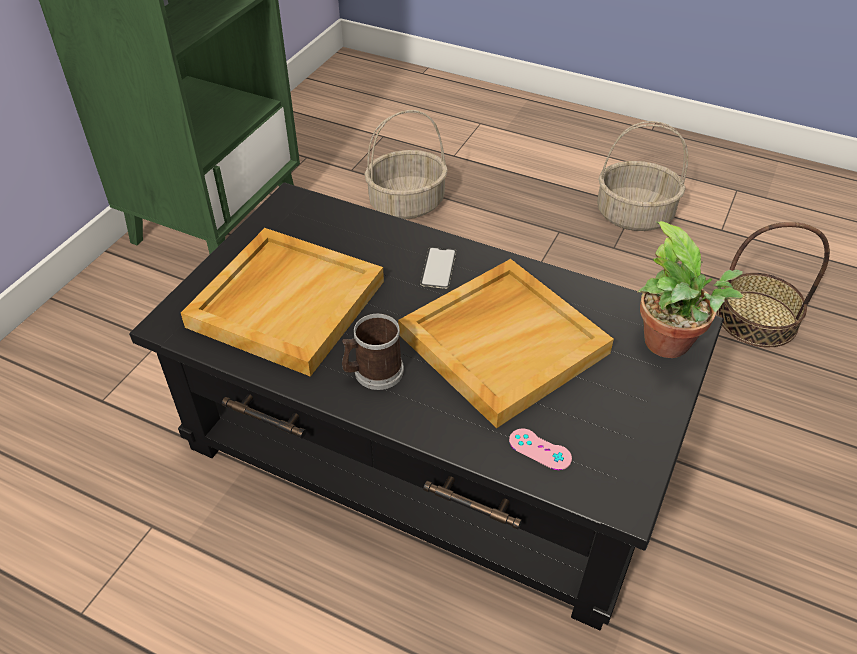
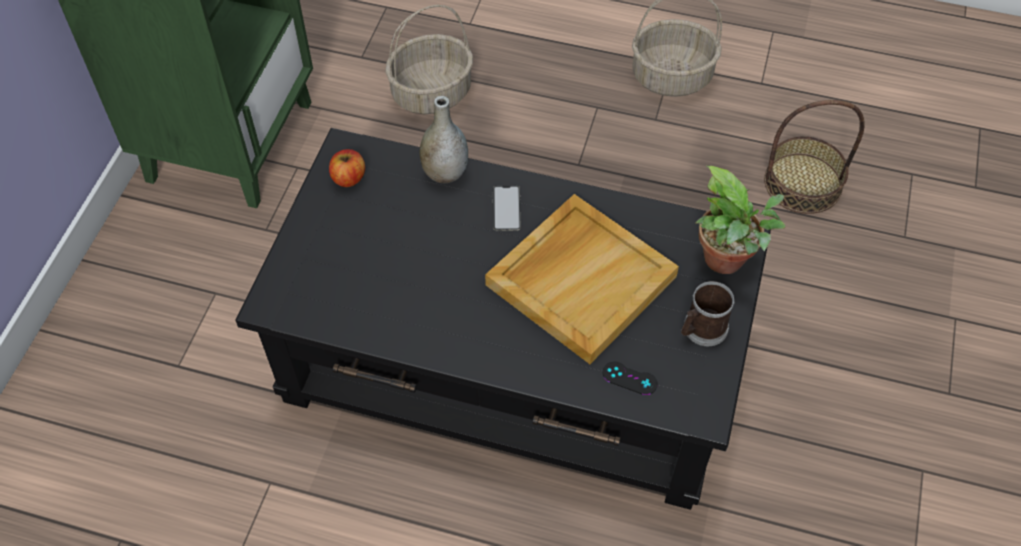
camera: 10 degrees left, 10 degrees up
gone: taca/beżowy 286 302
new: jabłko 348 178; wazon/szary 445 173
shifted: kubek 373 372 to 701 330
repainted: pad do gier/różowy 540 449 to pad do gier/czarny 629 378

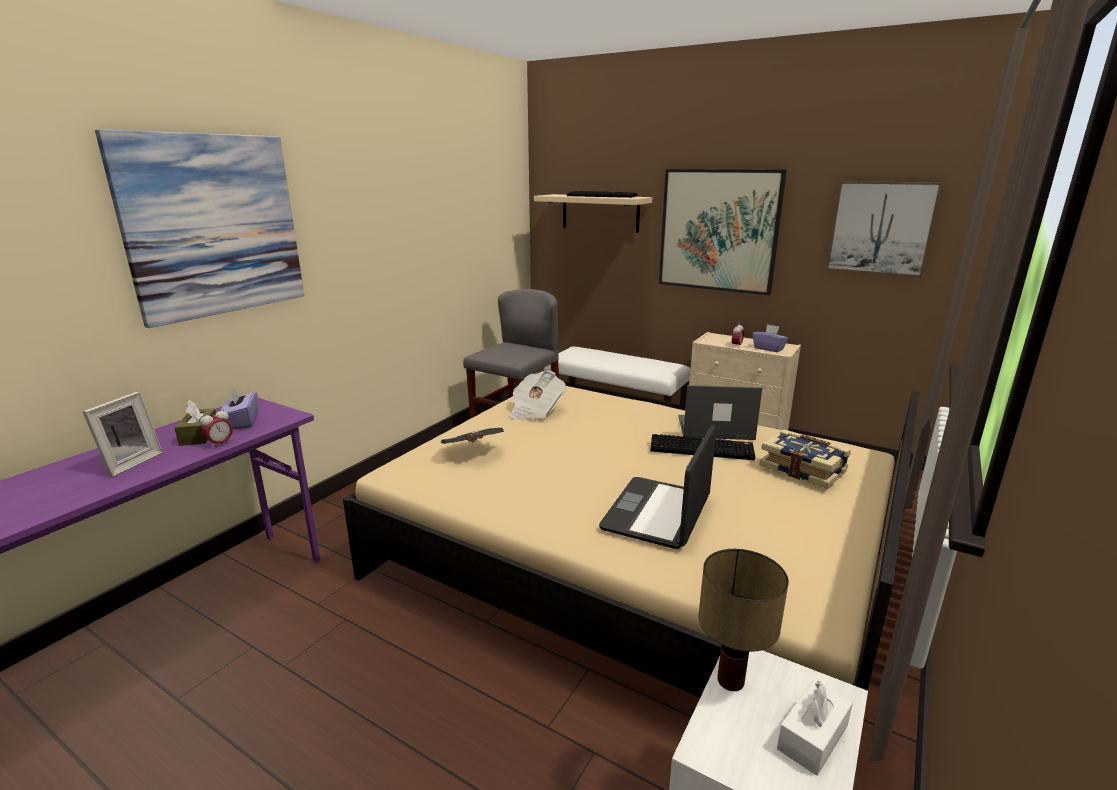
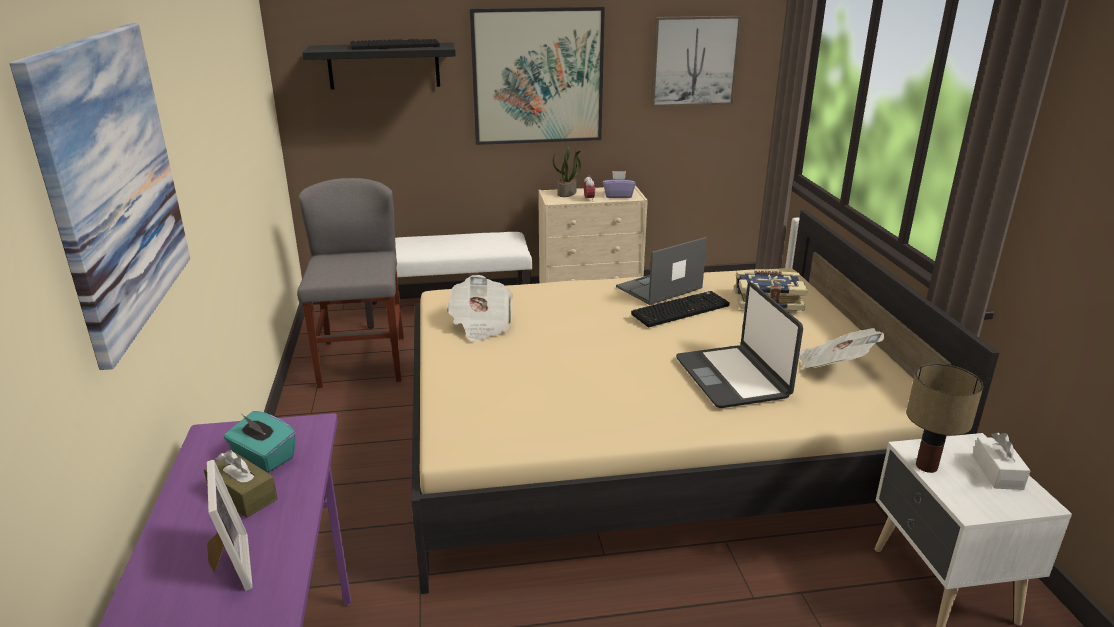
camera: 40 degrees left, 5 degrees up
gone: budzik 220 444
new: roślina doniczkowa 567 193
shifted: gazeta 472 452 to 834 366
repainted: pudełko chusteczek/fioletowy 242 422 to pudełko chusteczek/turkusowy 263 458; półka/beżowy 600 213 to półka/czarny 384 66

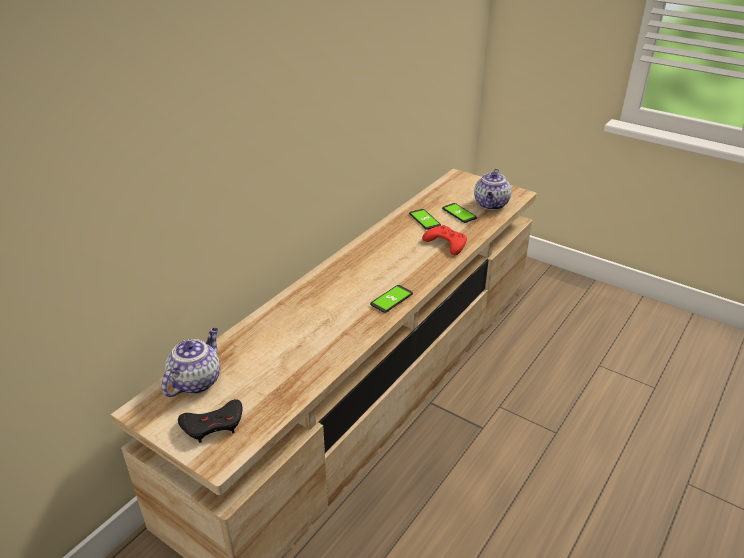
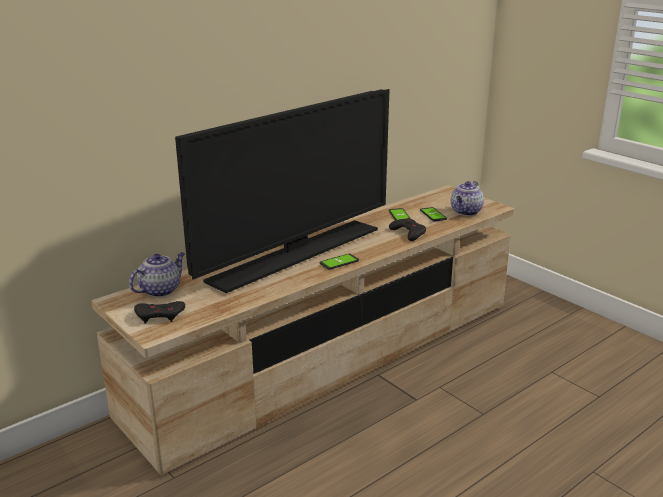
camera: 15 degrees right, 10 degrees down
new: telewizor 296 254
repainted: pad do gier/czerwony 446 243 to pad do gier/czarny 408 233

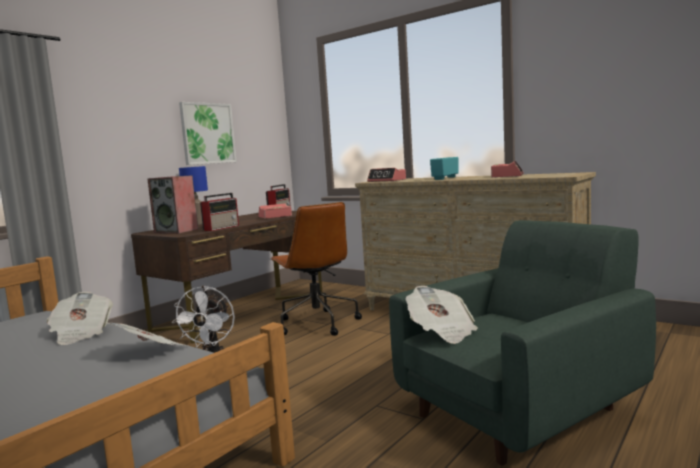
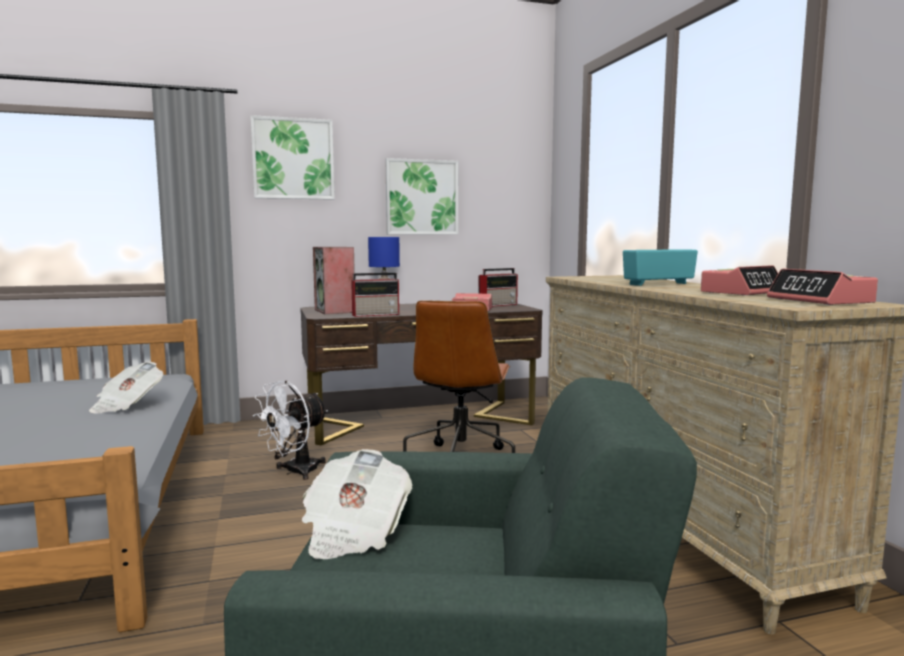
camera: 35 degrees right, 0 degrees up
gone: gazeta 150 353
new: obraz 293 159
shifted: budzik 387 180 to 820 301

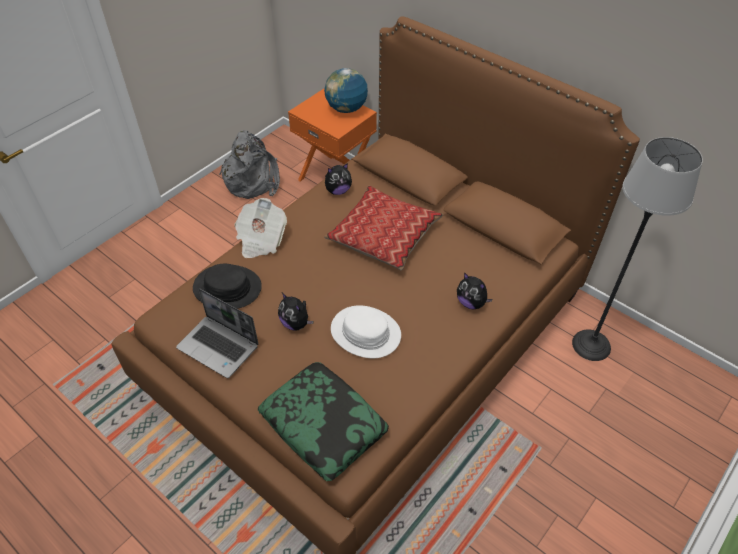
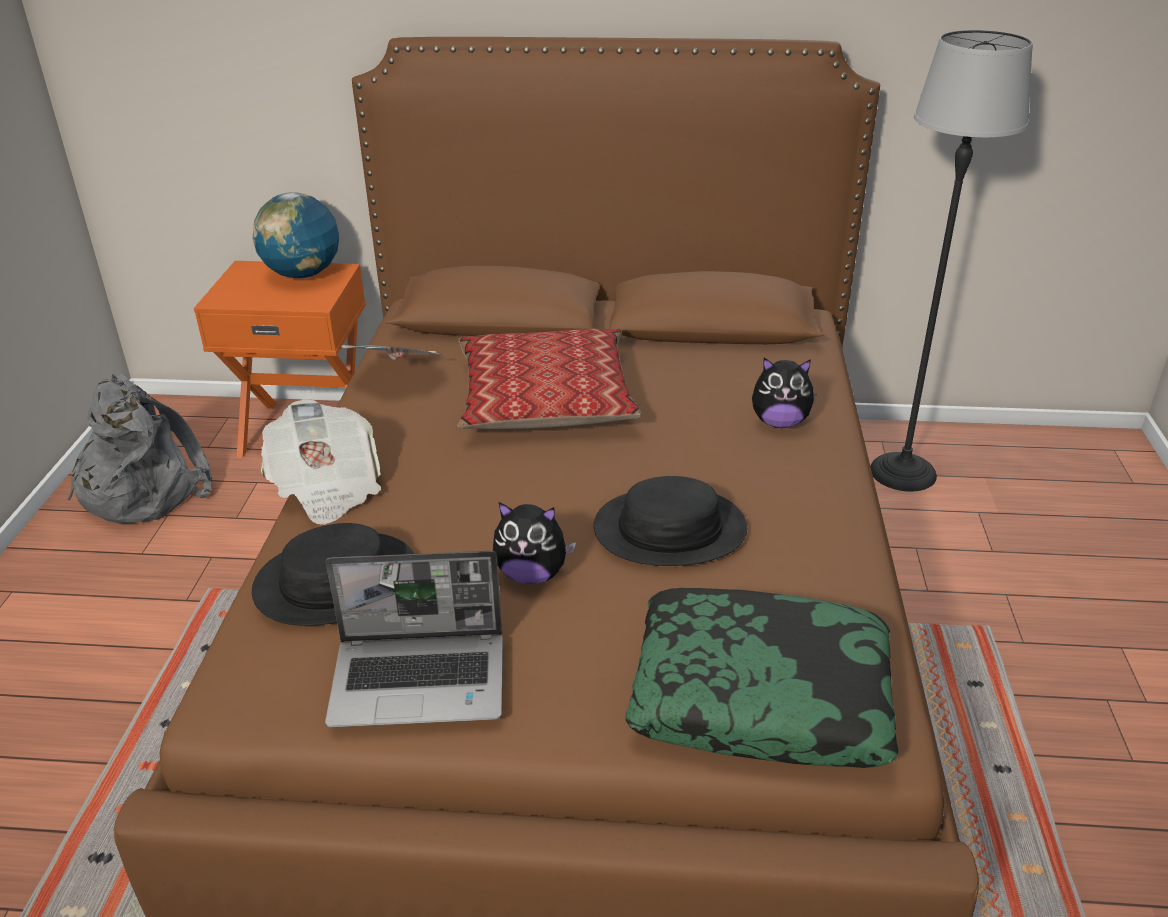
camera: 35 degrees left, 15 degrees down
swapped: pluszak 338 190 to gazeta 400 374
repainted: kapelusz/biały 365 333 to kapelusz/czarny 670 530

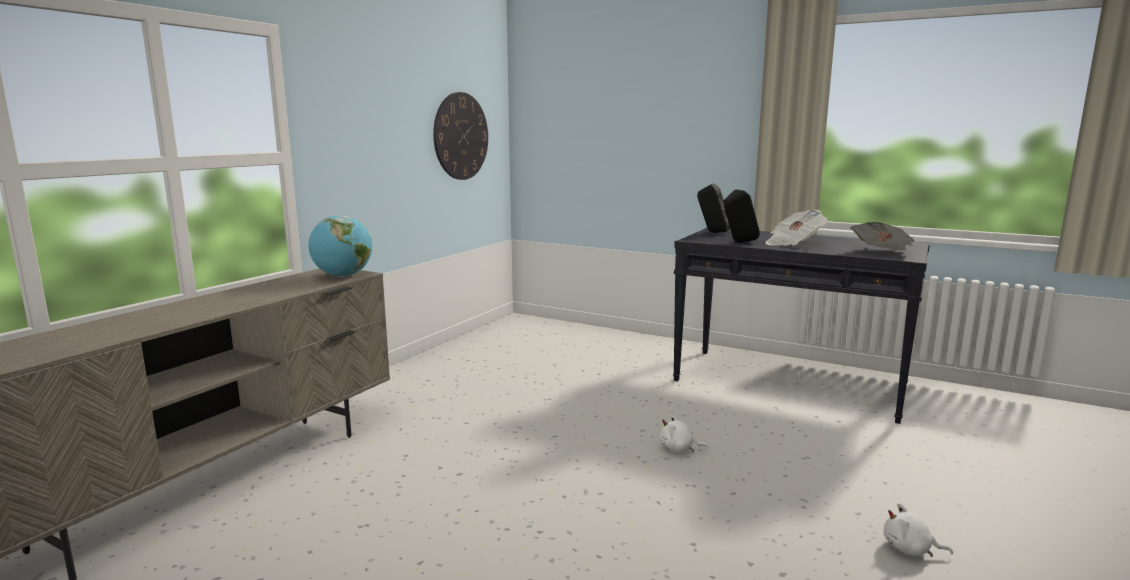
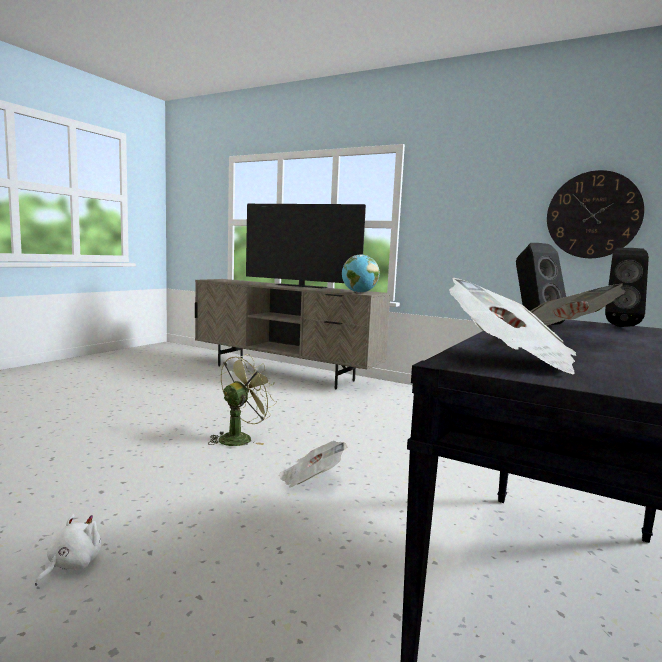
camera: 90 degrees right, 5 degrees down
new: wentylator/zielony 240 438; telewizor 301 286
swapped: pluszak/biały 679 448 to gazeta 311 480

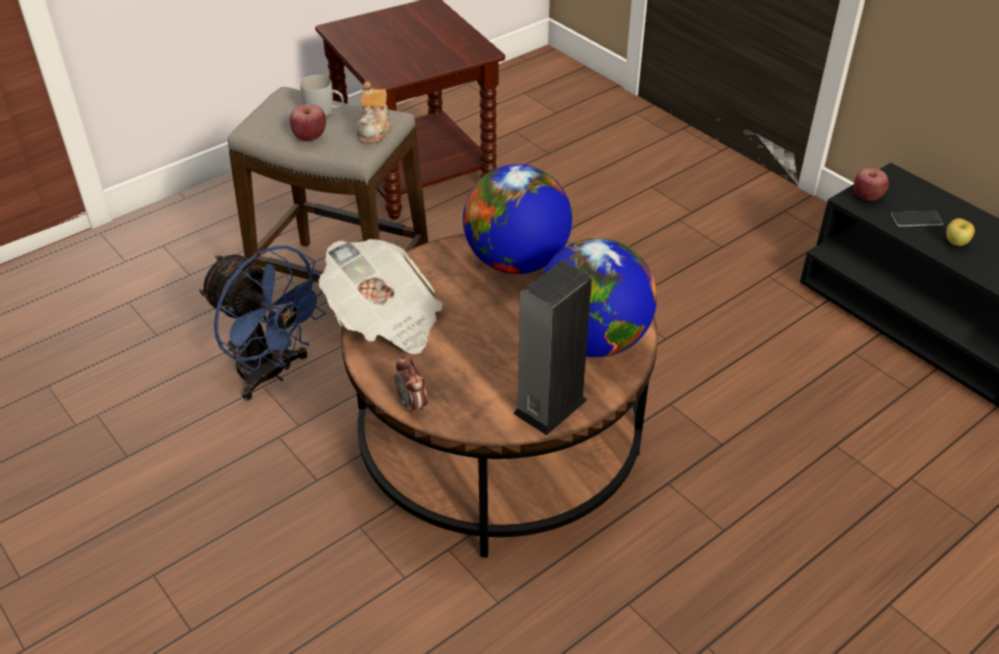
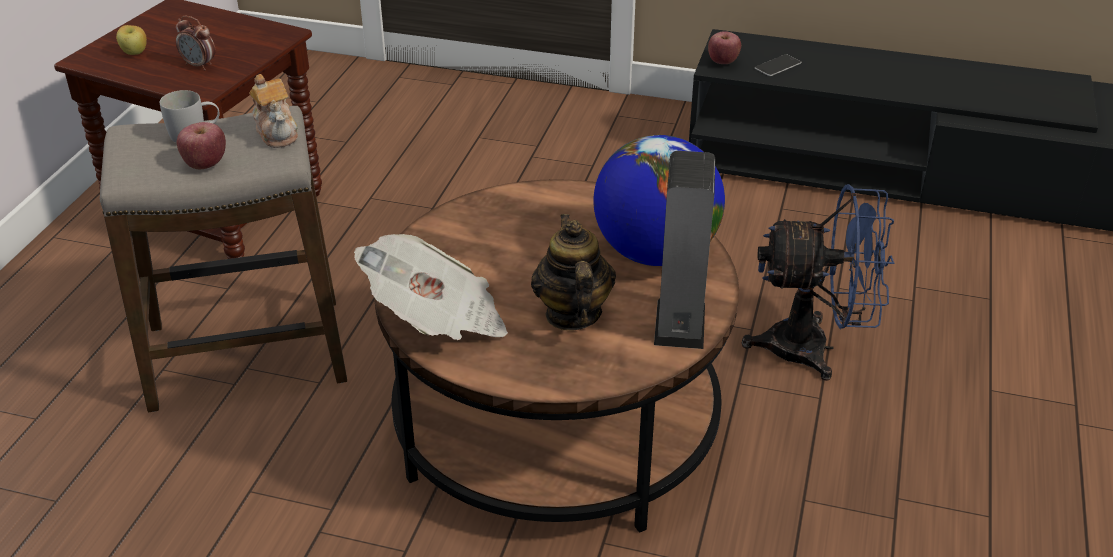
camera: 35 degrees left, 5 degrees down
gone: globus 516 261
new: imbryk 572 314
shifted: wentylator/niebieski 272 374 to 814 348; budzik 412 405 to 199 65; jabłko 956 243 to 135 53

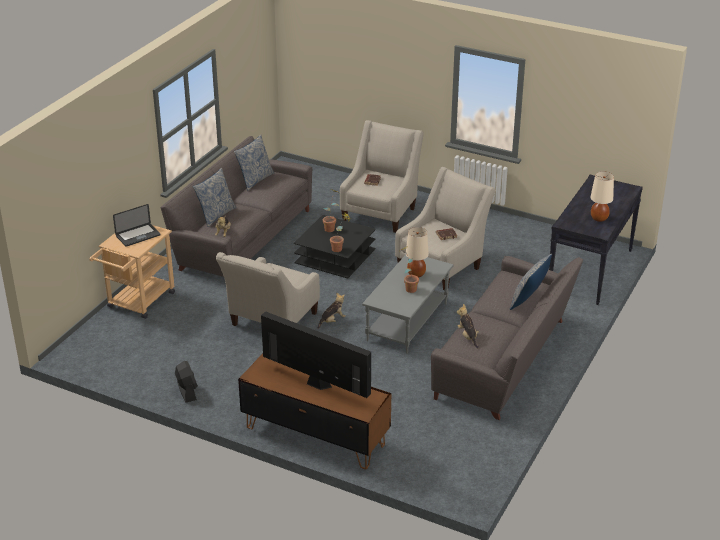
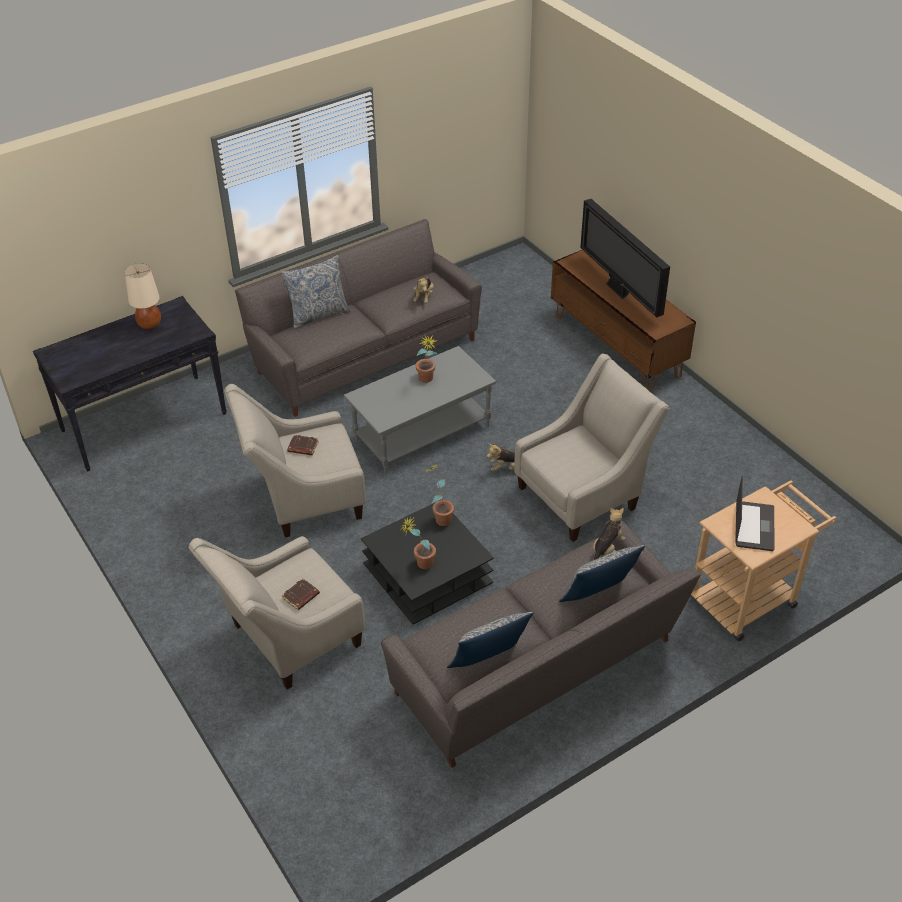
camera: 150 degrees left, 10 degrees up
gone: wentylator/czarny 187 391; lampa stołowa/beżowy 416 274
rotated: laptop 138 236 = 754 527 105 degrees clockwise

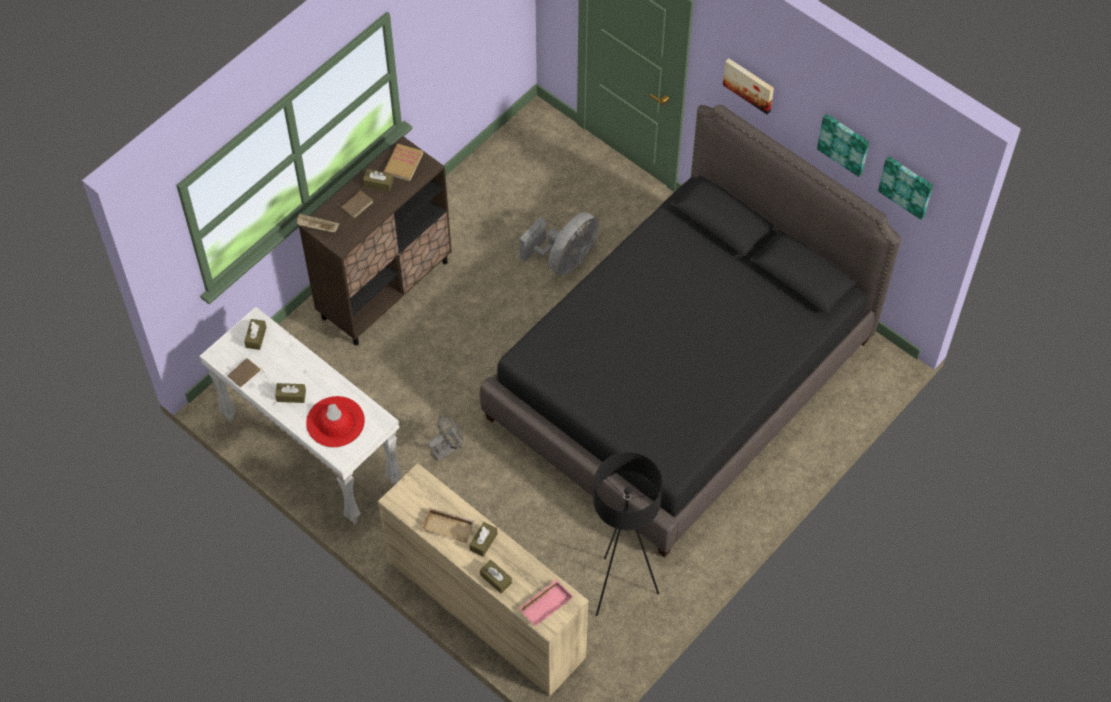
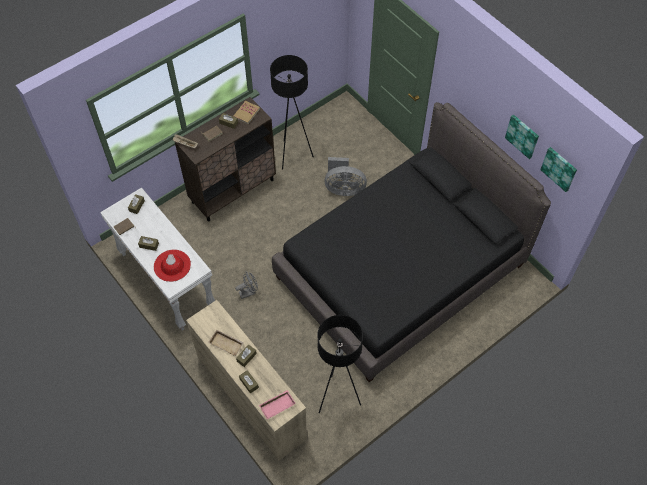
camera: 10 degrees right, 0 degrees up
gone: obraz 749 84
new: lampa stojąca/czarny 293 155
rotated: wentylator/szary 564 259 = 343 188 45 degrees clockwise

